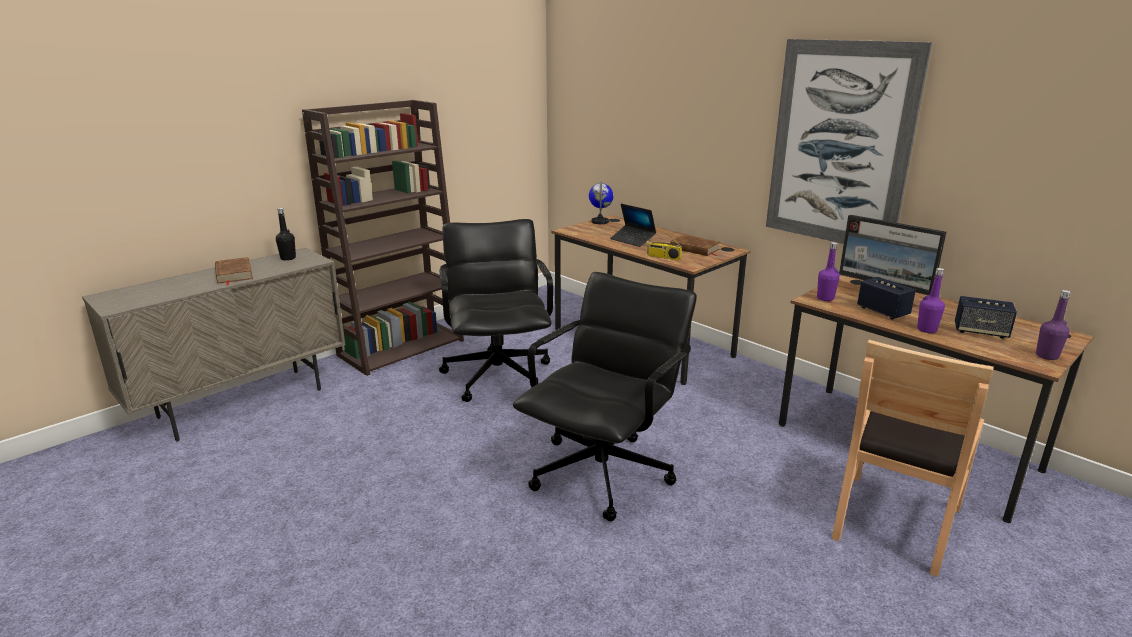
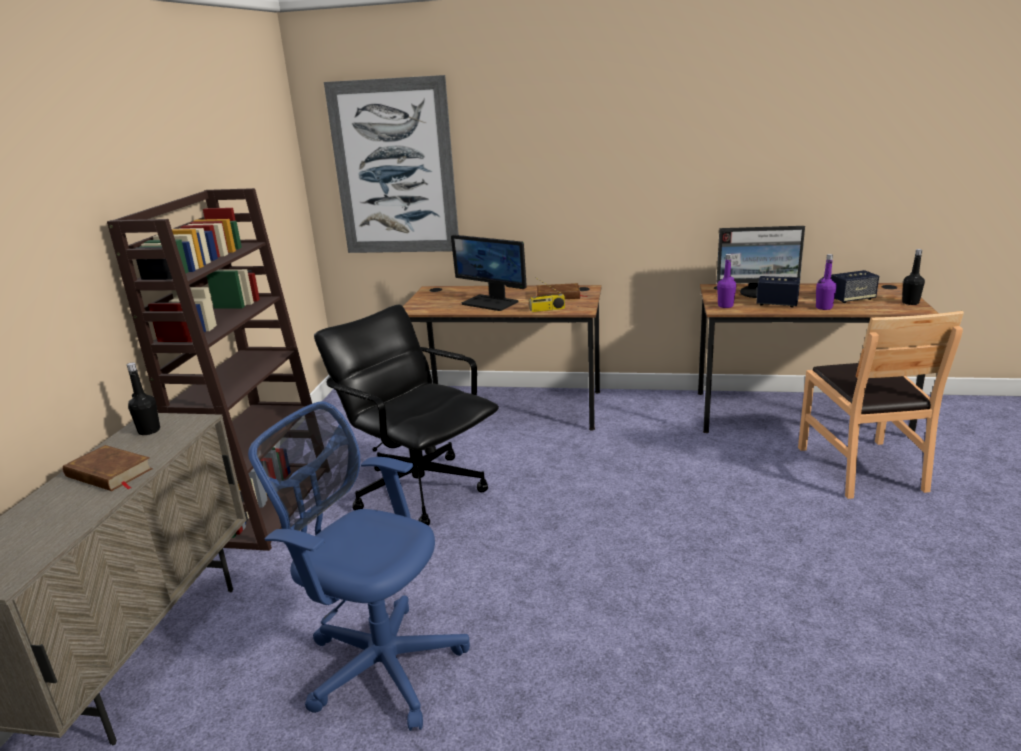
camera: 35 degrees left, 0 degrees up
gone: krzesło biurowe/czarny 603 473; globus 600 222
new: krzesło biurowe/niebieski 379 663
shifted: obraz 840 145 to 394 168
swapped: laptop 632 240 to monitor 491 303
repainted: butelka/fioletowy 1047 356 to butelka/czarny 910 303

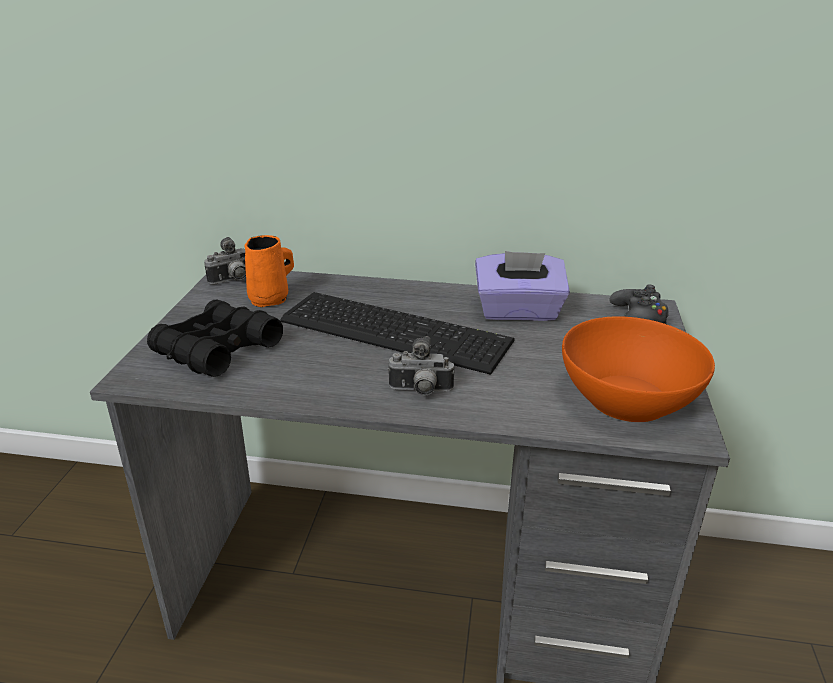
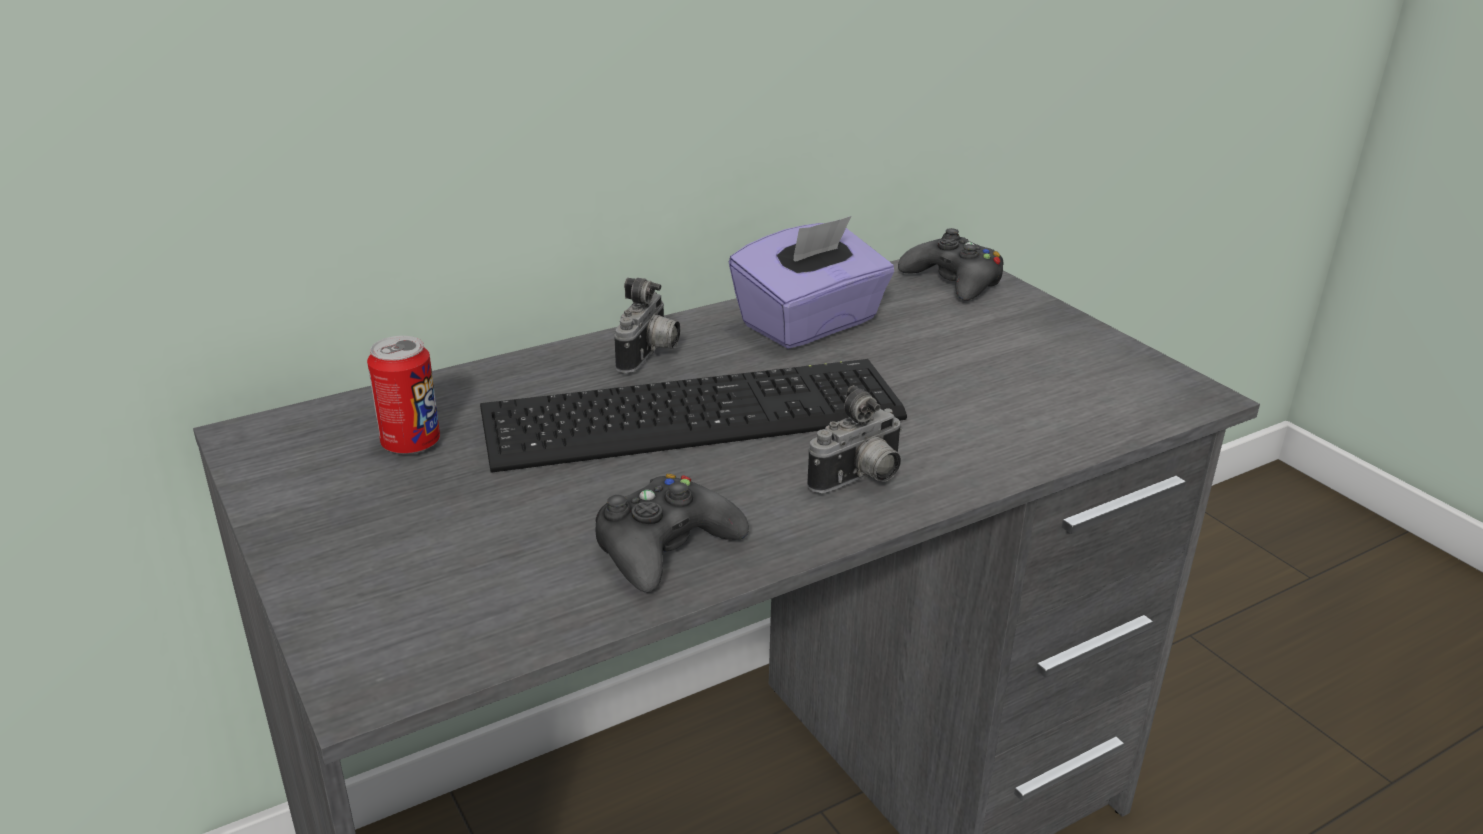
camera: 40 degrees left, 0 degrees up
gone: lornetka/czarny 217 350; miska/pomarańczowy 626 399
new: pad do gier/czarny 665 548
shifted: aparat fotograficzny 234 281 to 650 356
swapped: kubek/pomarańczowy 271 299 to puszka 411 444

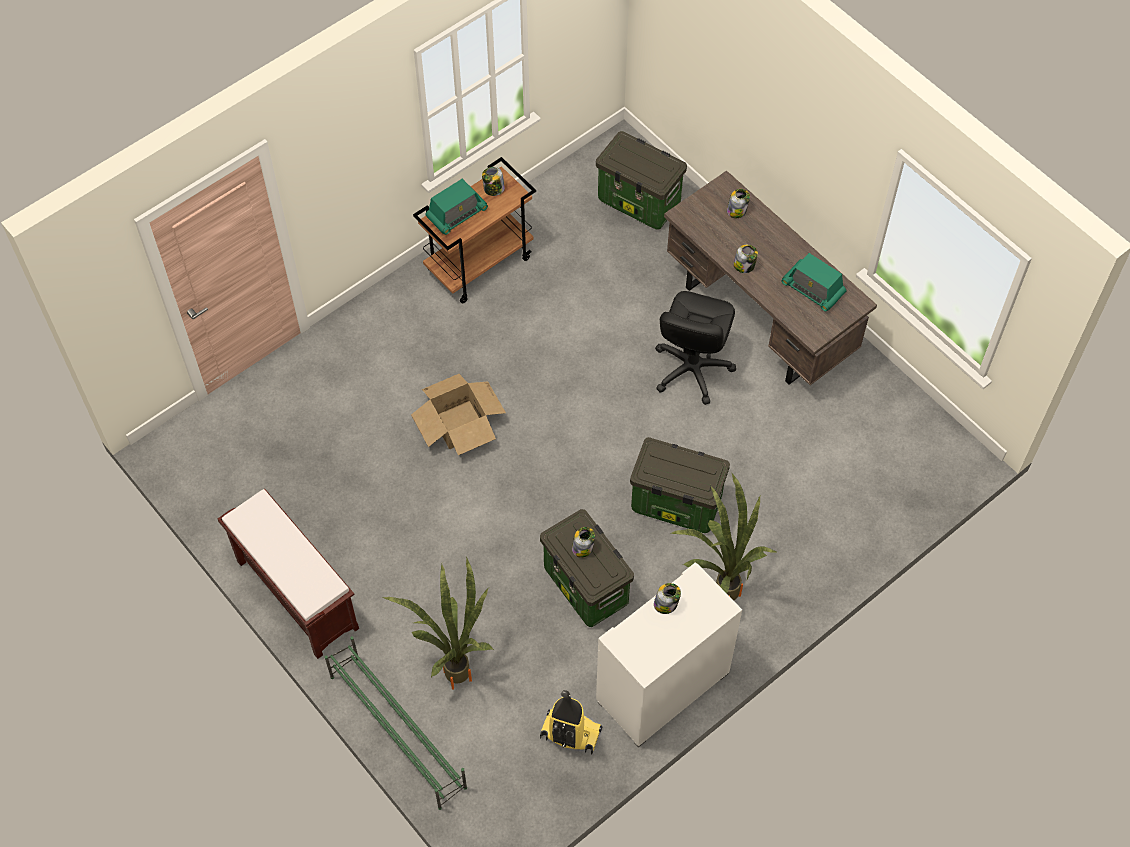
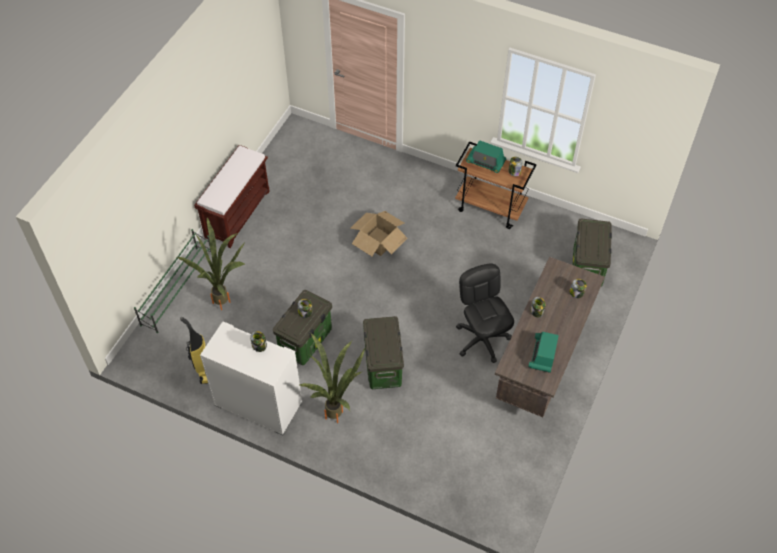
camera: 65 degrees right, 5 degrees down
rotated: krzesło biurowe/czarny 691 369 = 482 339 75 degrees clockwise

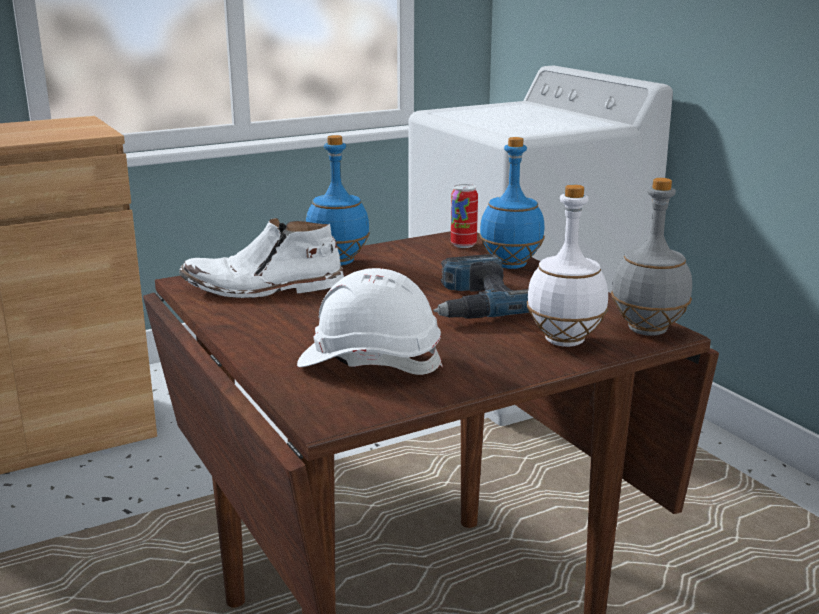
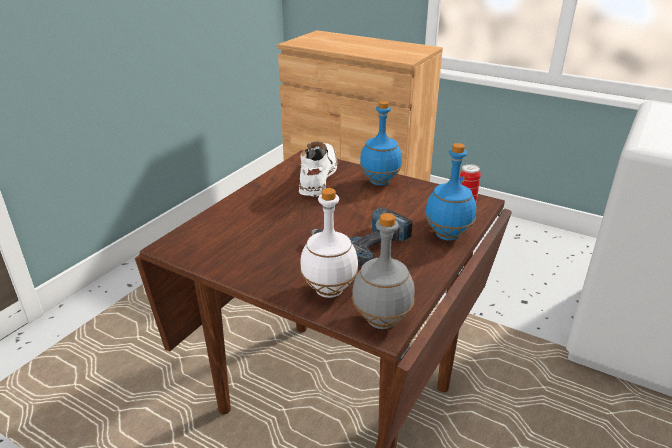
camera: 60 degrees right, 10 degrees up
gone: kask/biały 369 362
rotated: but z cholewką/biały 263 288 = 317 176 45 degrees clockwise

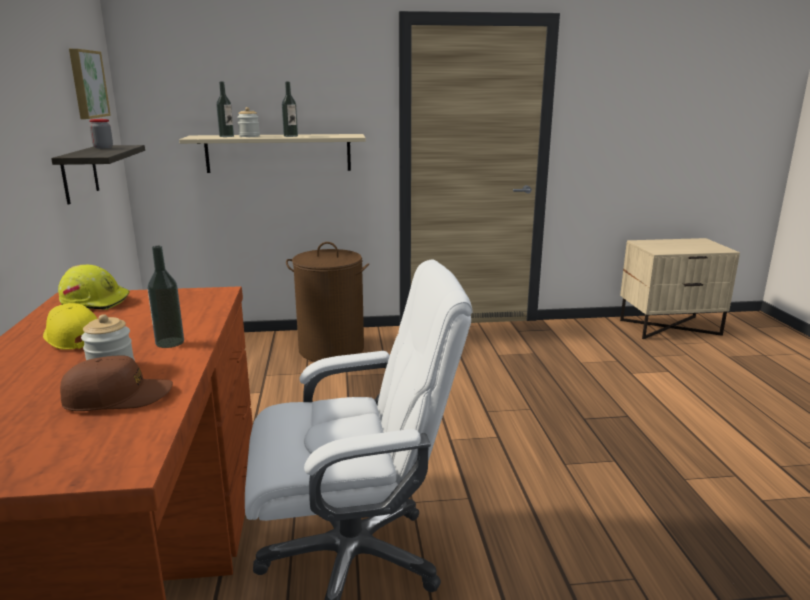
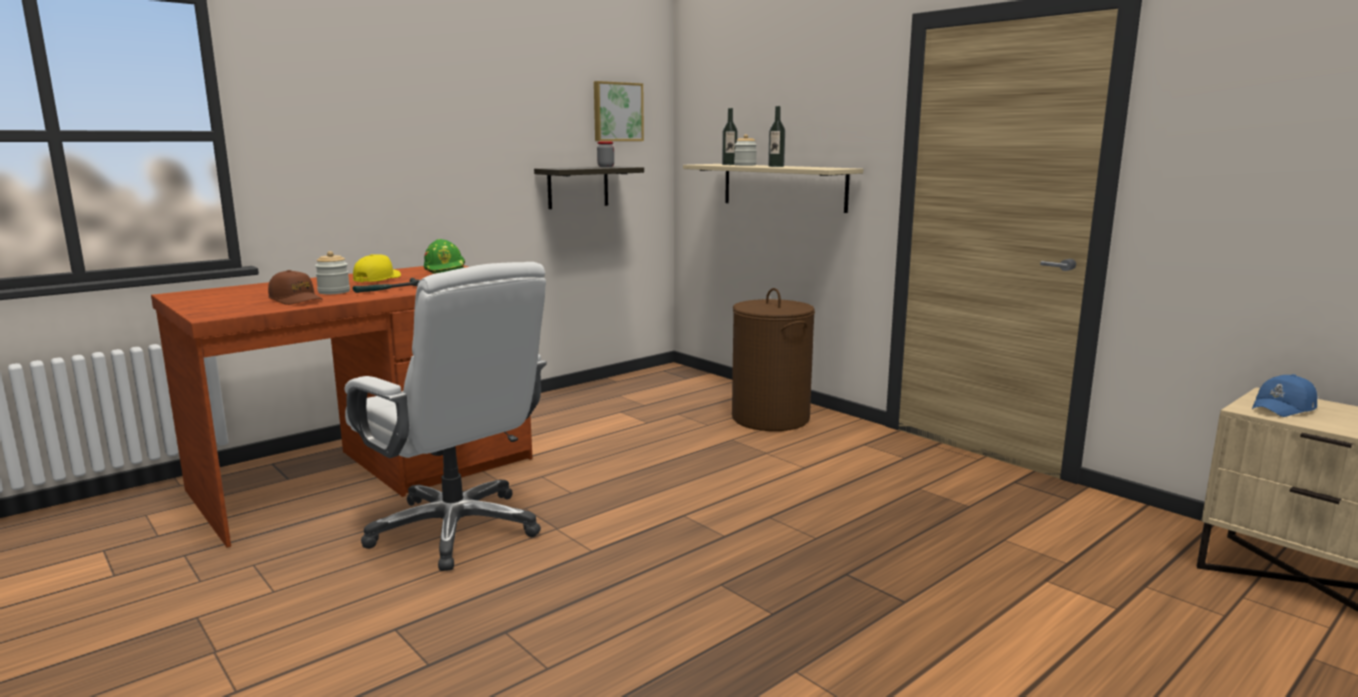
camera: 55 degrees right, 5 degrees down
new: czapka z daszkiem/niebieski 1284 408
swapped: butelka 170 342 to młotek 389 290
repainted: kask/żółty 96 301 to kask/zielony 446 269

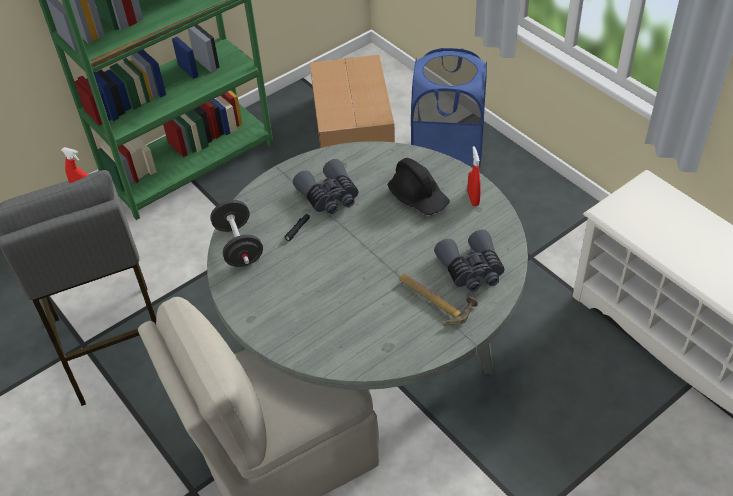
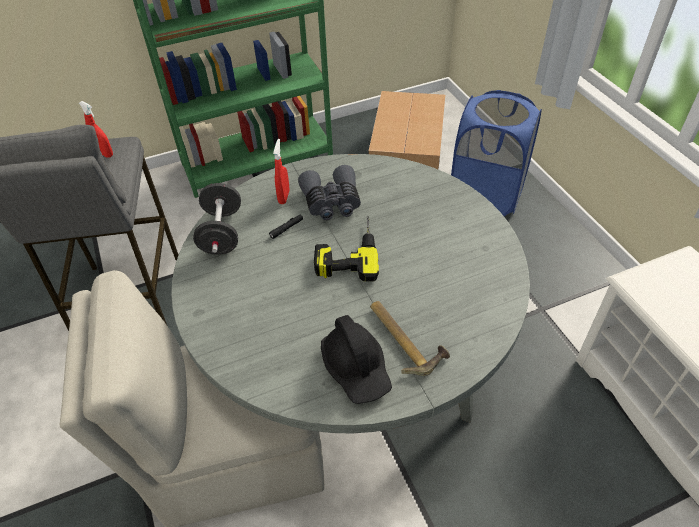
camera: 15 degrees right, 0 degrees up
gone: lornetka/szary 471 270
new: wiertarka 347 252
shifted: kask/czarny 418 197 to 356 368; spryskiwacz/czerwony 473 199 to 284 197

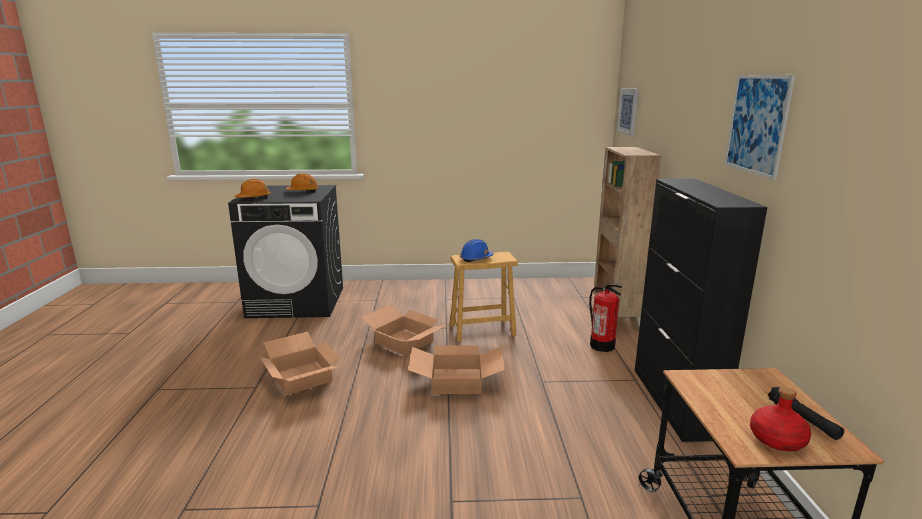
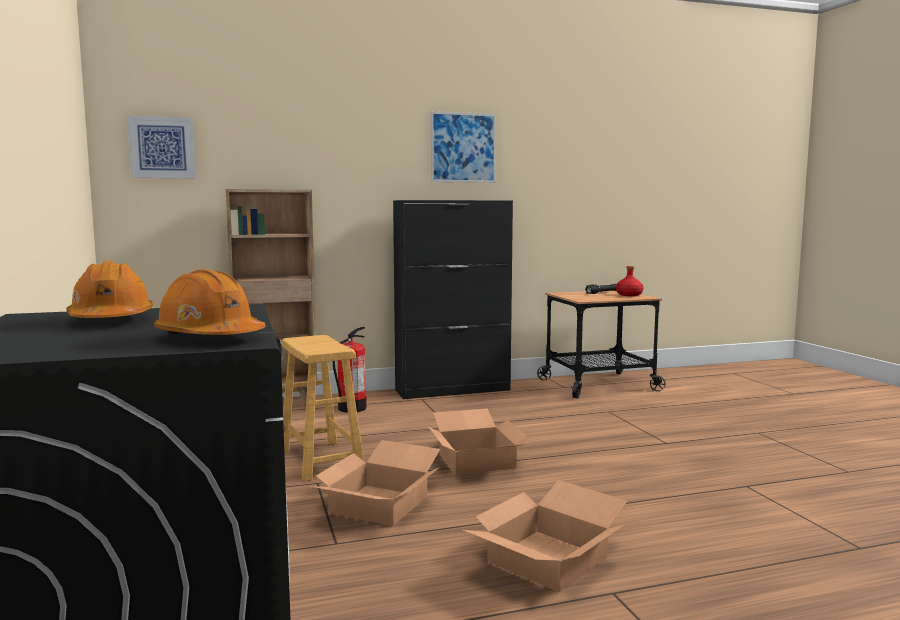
camera: 105 degrees left, 10 degrees down
gone: kask/niebieski 476 258

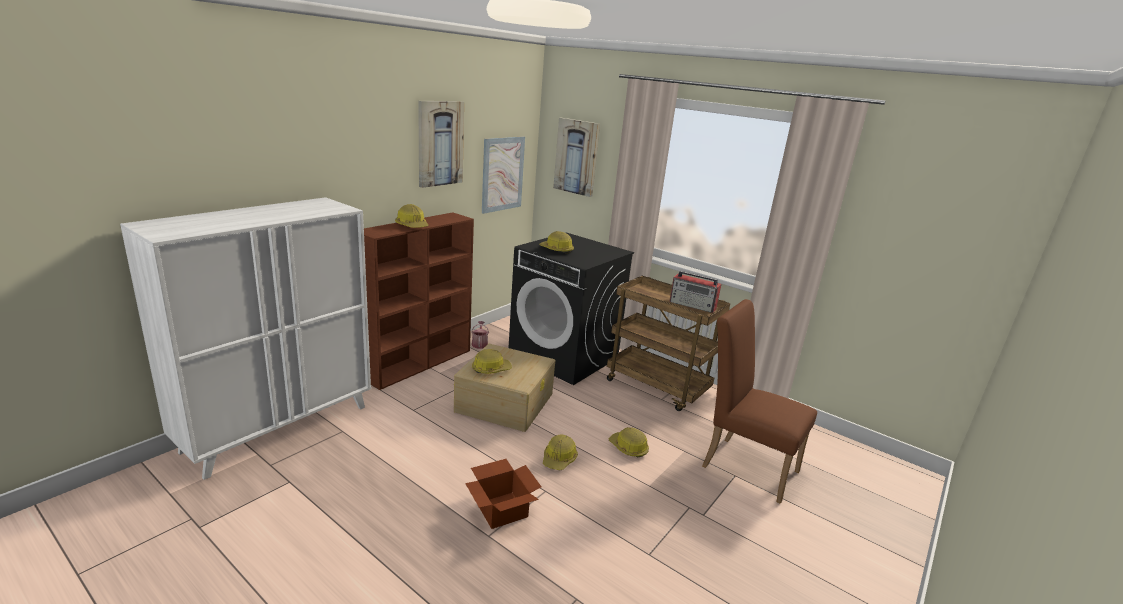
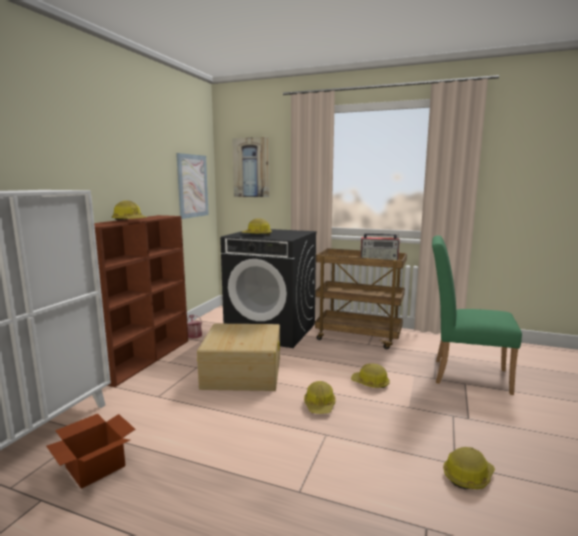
camera: 15 degrees left, 10 degrees down
gone: obraz 440 143
shifted: karton 502 509 to 96 465; kask 491 369 to 468 476
repainted: krzesło/brązowy 743 464 to krzesło/zielony 463 374

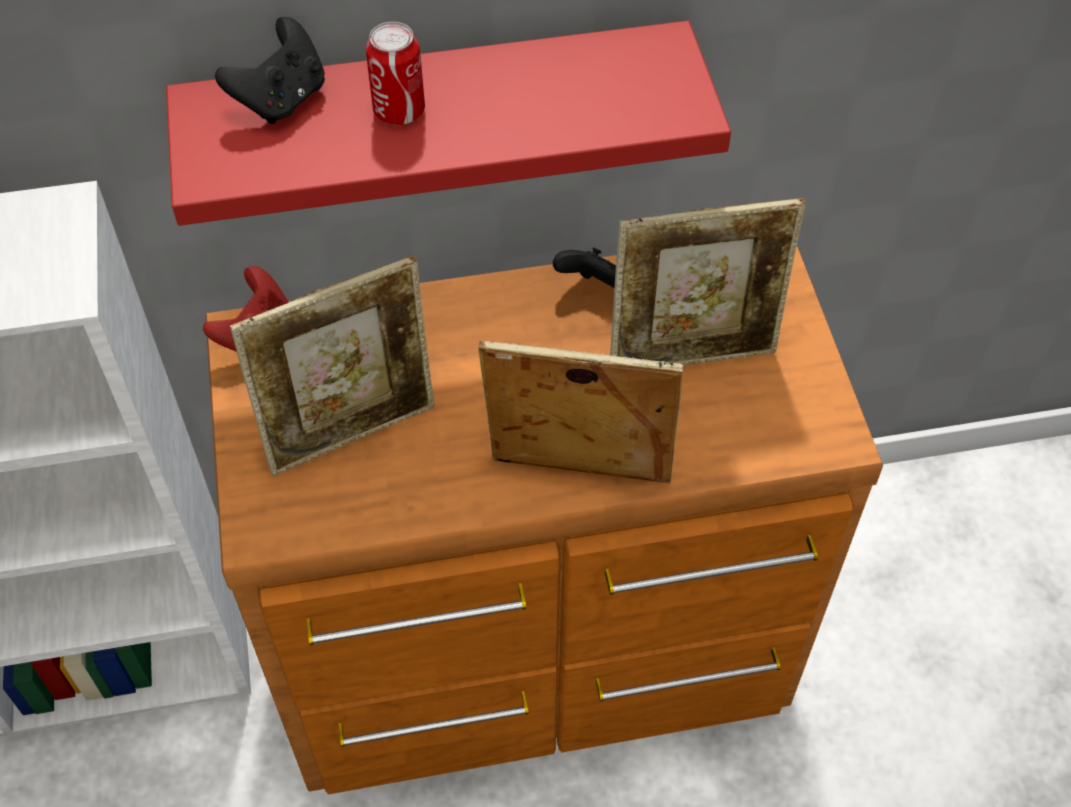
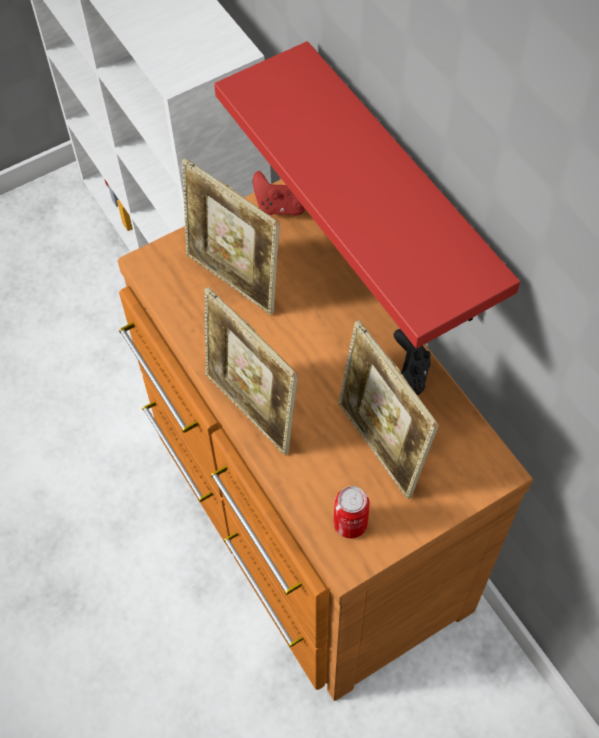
camera: 70 degrees right, 5 degrees up
gone: pad do gier/czarny 281 99
shifted: puszka 399 111 to 350 524
rotated: ramka na zdjęcie 577 476 = 251 410 150 degrees clockwise

